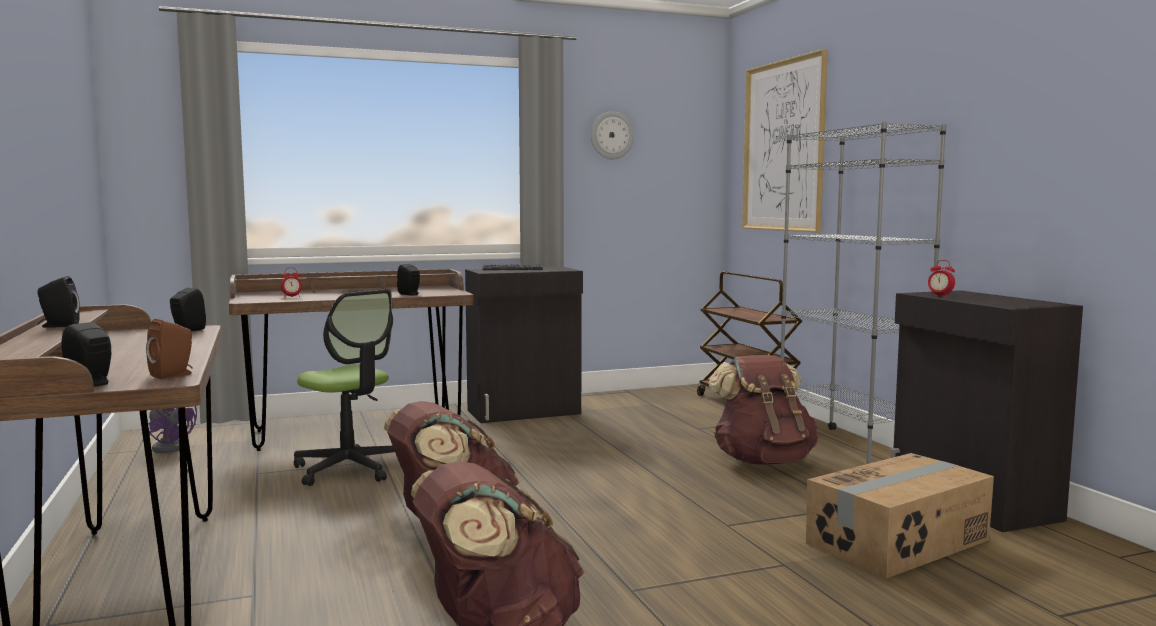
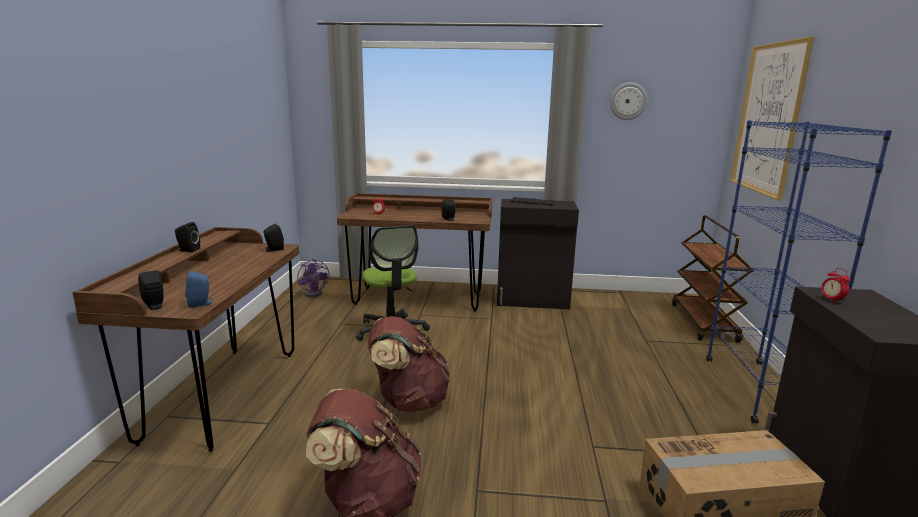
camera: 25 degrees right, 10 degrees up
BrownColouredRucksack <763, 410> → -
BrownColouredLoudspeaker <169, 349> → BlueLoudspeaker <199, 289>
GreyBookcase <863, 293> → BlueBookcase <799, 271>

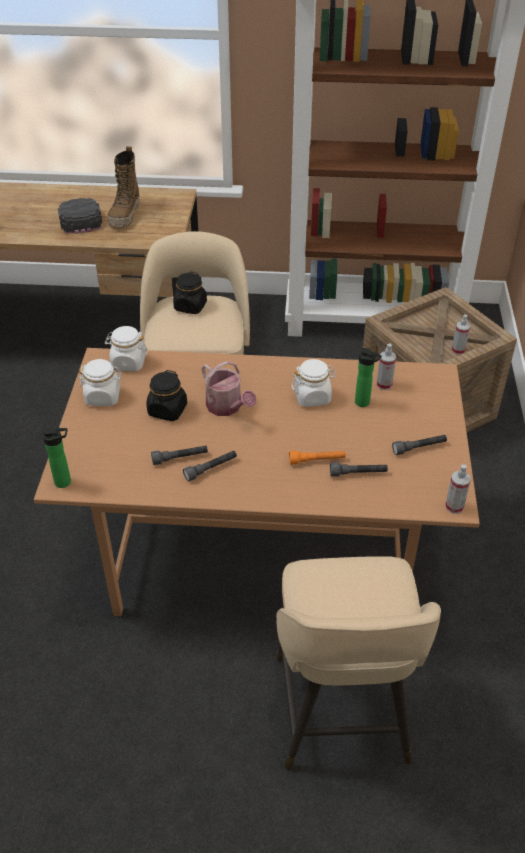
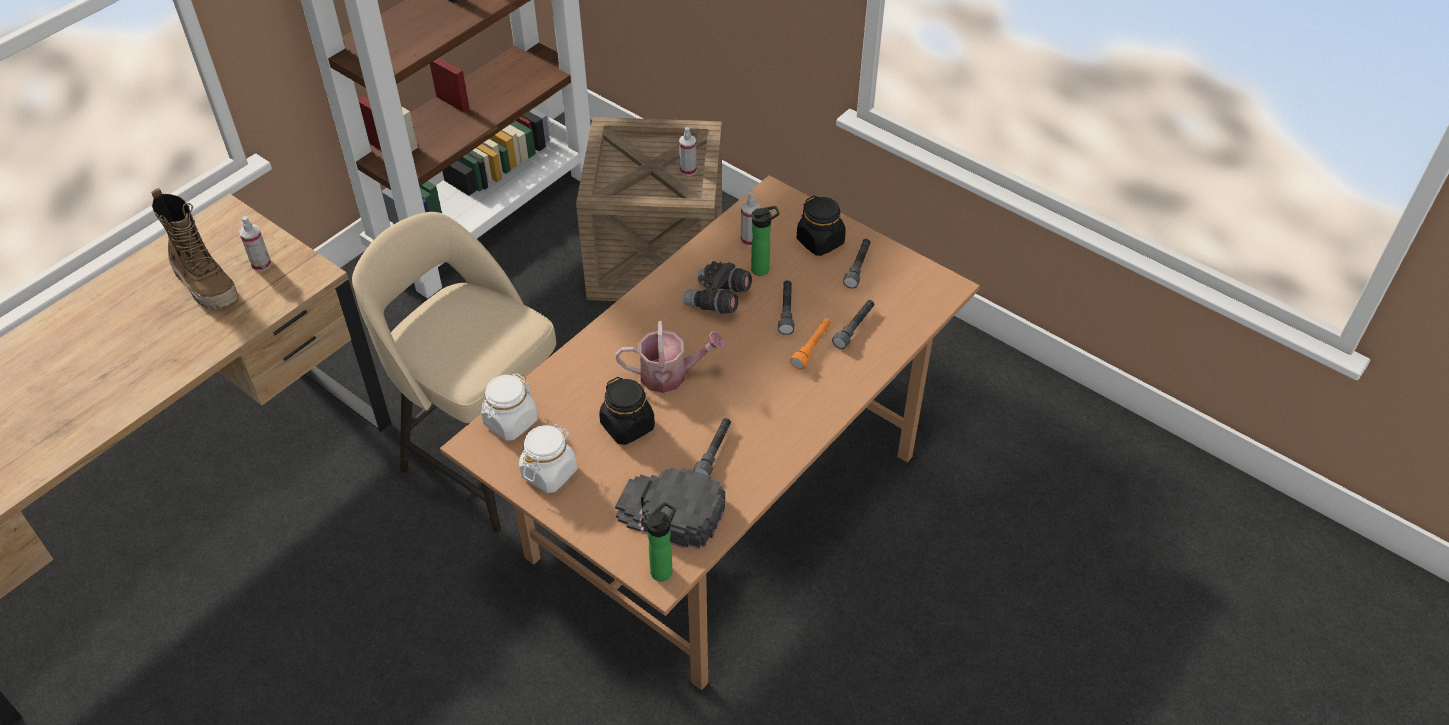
camera: 55 degrees left, 5 degrees up
SandColouredStool <358, 663> → -
BlackishPeakedCap <80, 216> → BlackishPeakedCap <670, 509>, moved
BlackishJar <190, 293> → BlackishJar <821, 225>, moved
GreyHandTorch <210, 466> → GreyHandTorch <786, 307>, moved
HandSprayer <458, 489> → HandSprayer <255, 243>, moved
WhitishJar <314, 383> → GreyPairOfBinoculars <717, 287>

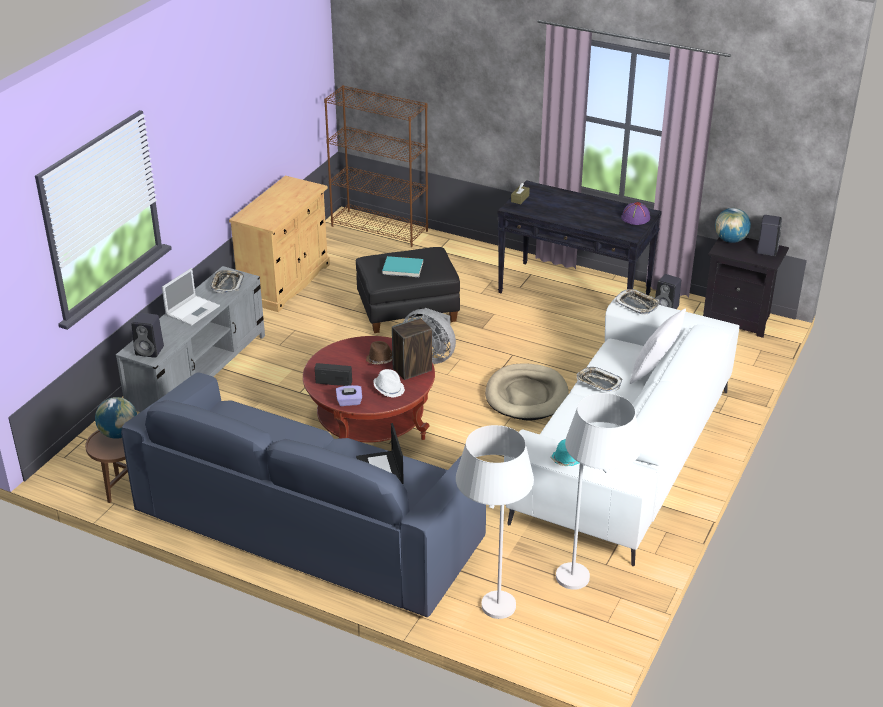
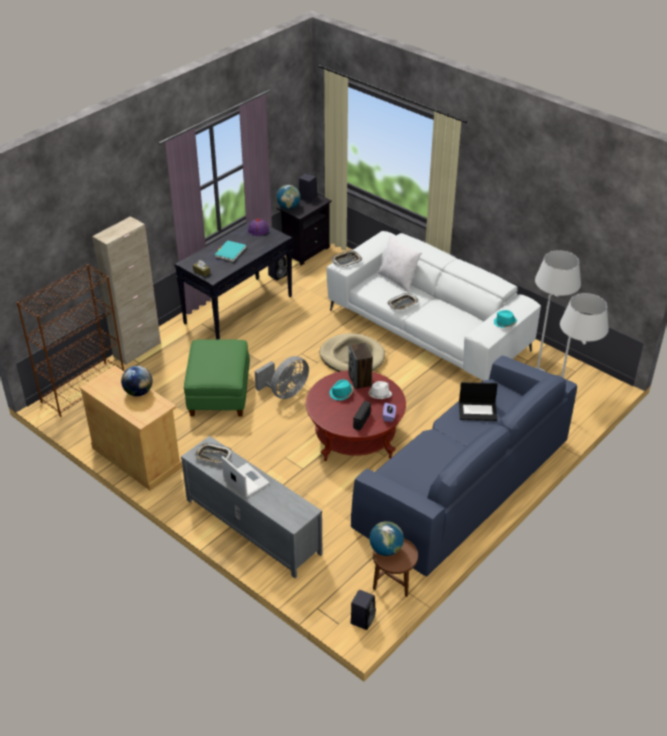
camera: 75 degrees left, 5 degrees up
- → SandColouredCabinet <126, 290>
- → DeskGlobe <136, 381>
BlackishLoudspeaker <148, 335> → BlackishLoudspeaker <363, 610>, moved
TurquoiseBoundBook <402, 266> → TurquoiseBoundBook <230, 251>, moved
BlackishOttoman <408, 290> → GreenishOttoman <217, 377>
BrownColouredClothingHat <379, 352> → TurquoiseClothingHat <341, 389>

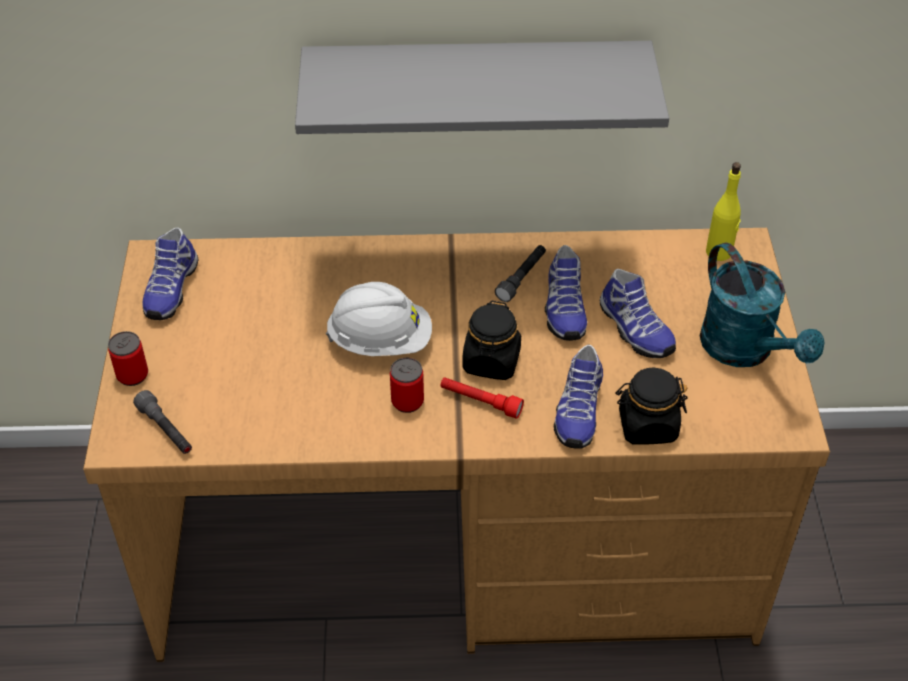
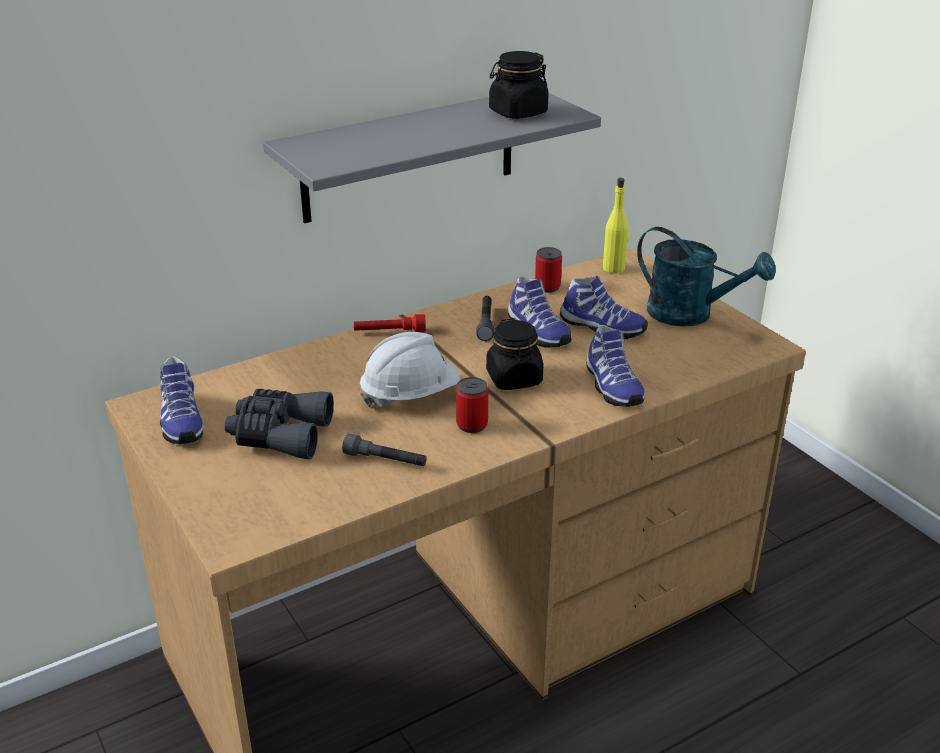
camera: 30 degrees left, 15 degrees down
- → GreyPairOfBinoculars <279, 424>
SealedCan <128, 358> → SealedCan <548, 270>, moved
GreyHandTorch <162, 422> → GreyHandTorch <384, 450>, moved
RedColouredHandTorch <482, 398> → RedColouredHandTorch <390, 323>, moved
BlackishJar <651, 406> → BlackishJar <519, 85>, moved

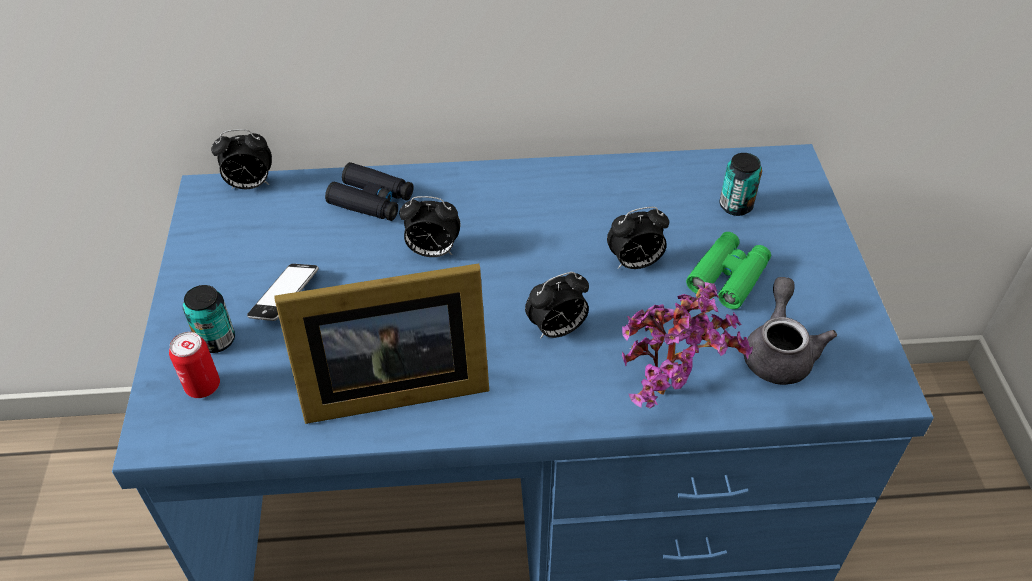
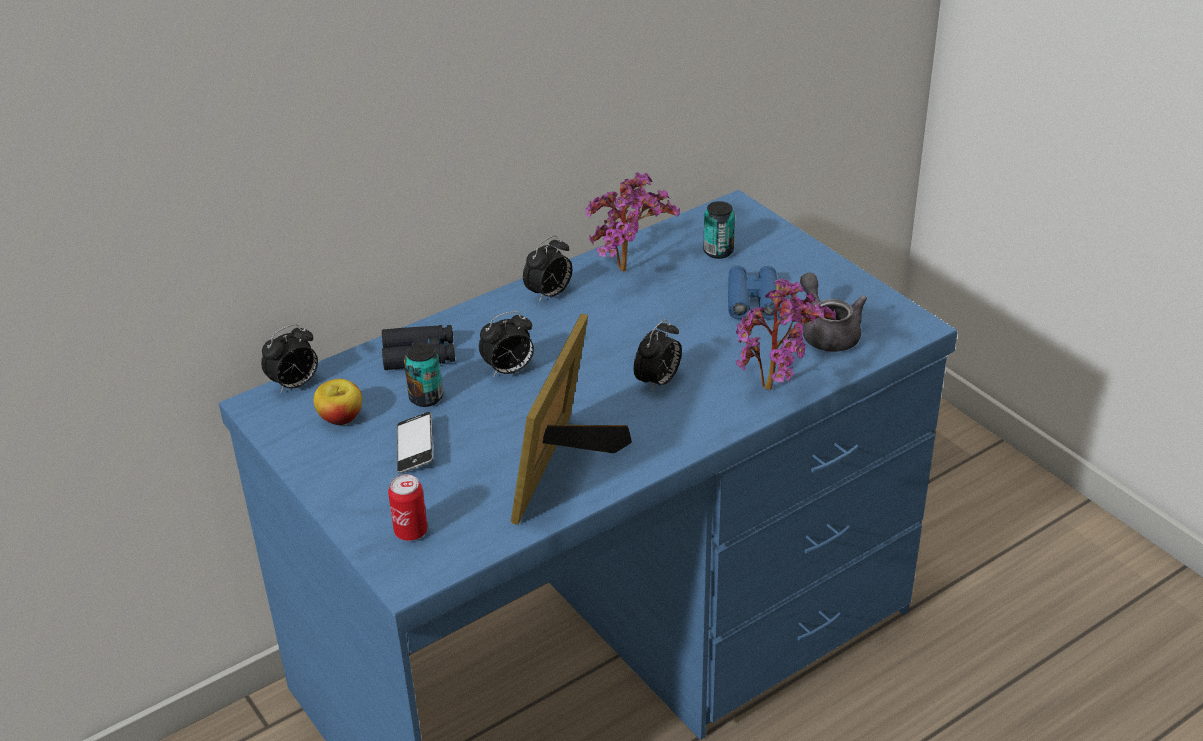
camera: 30 degrees left, 10 degrees down
- → WholeApple <337, 402>
- → PottedPlant <633, 222>
SealedCan <209, 319> → SealedCan <423, 375>, moved
TableClock <638, 238> → TableClock <547, 269>, moved
GreenishPairOfBinoculars <728, 270> → BluePairOfBinoculars <754, 293>
PictureFrame <381, 343> → PictureFrame <571, 419>, 150 degrees clockwise

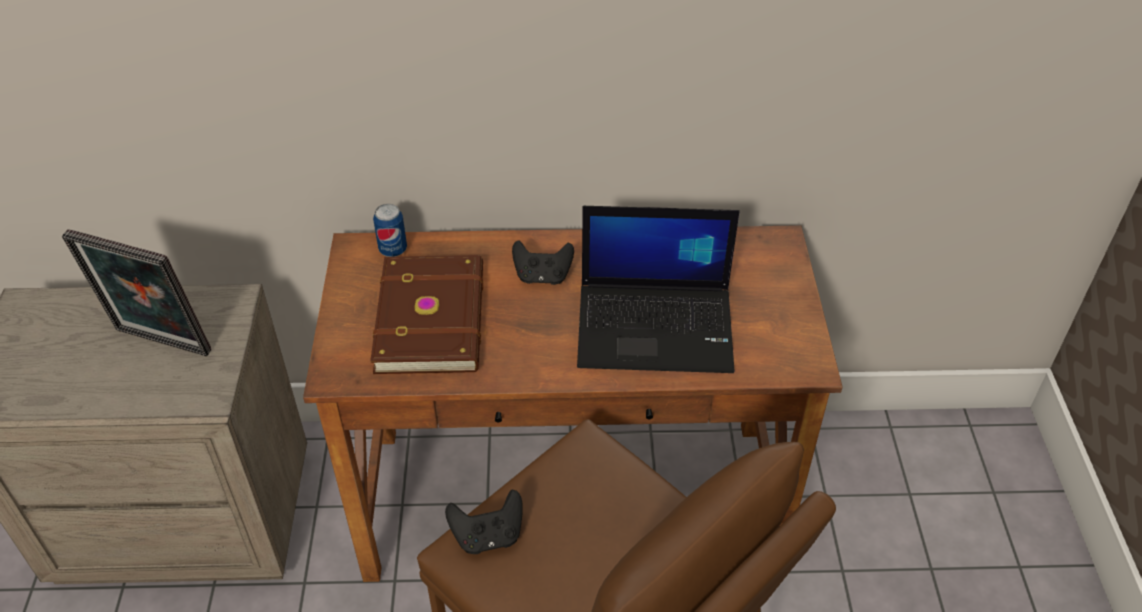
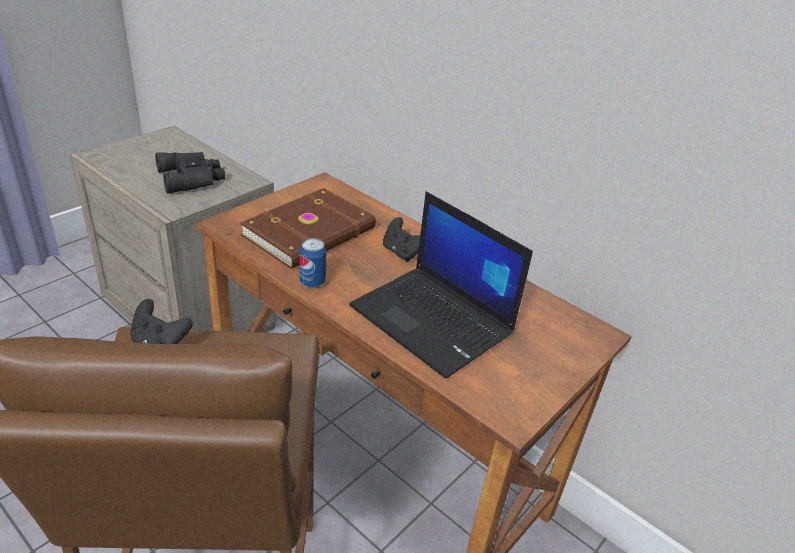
camera: 40 degrees right, 10 degrees down
SealedCan <390, 230> → SealedCan <313, 263>, moved
PictureFrame <137, 292> → BlackishPairOfBinoculars <190, 173>

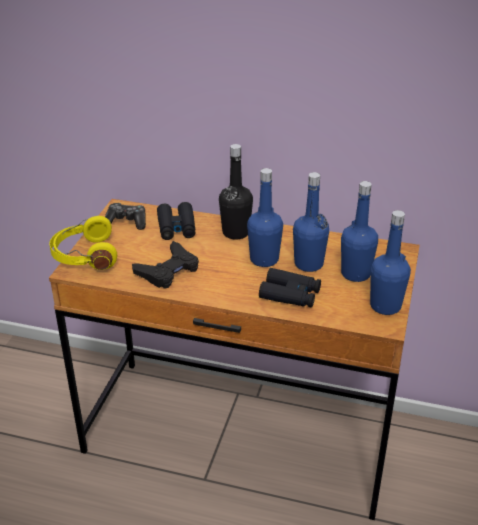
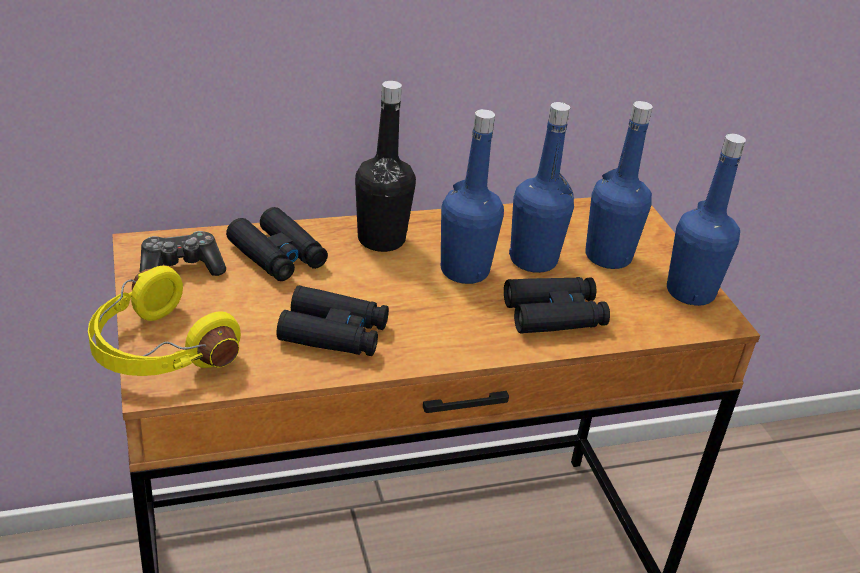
camera: 35 degrees left, 0 degrees up
BlackishJoypad <165, 265> → BlackishPairOfBinoculars <332, 320>

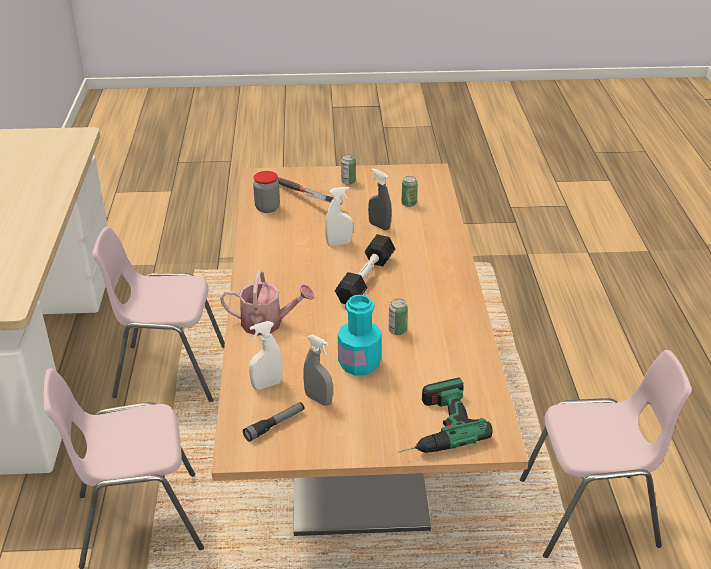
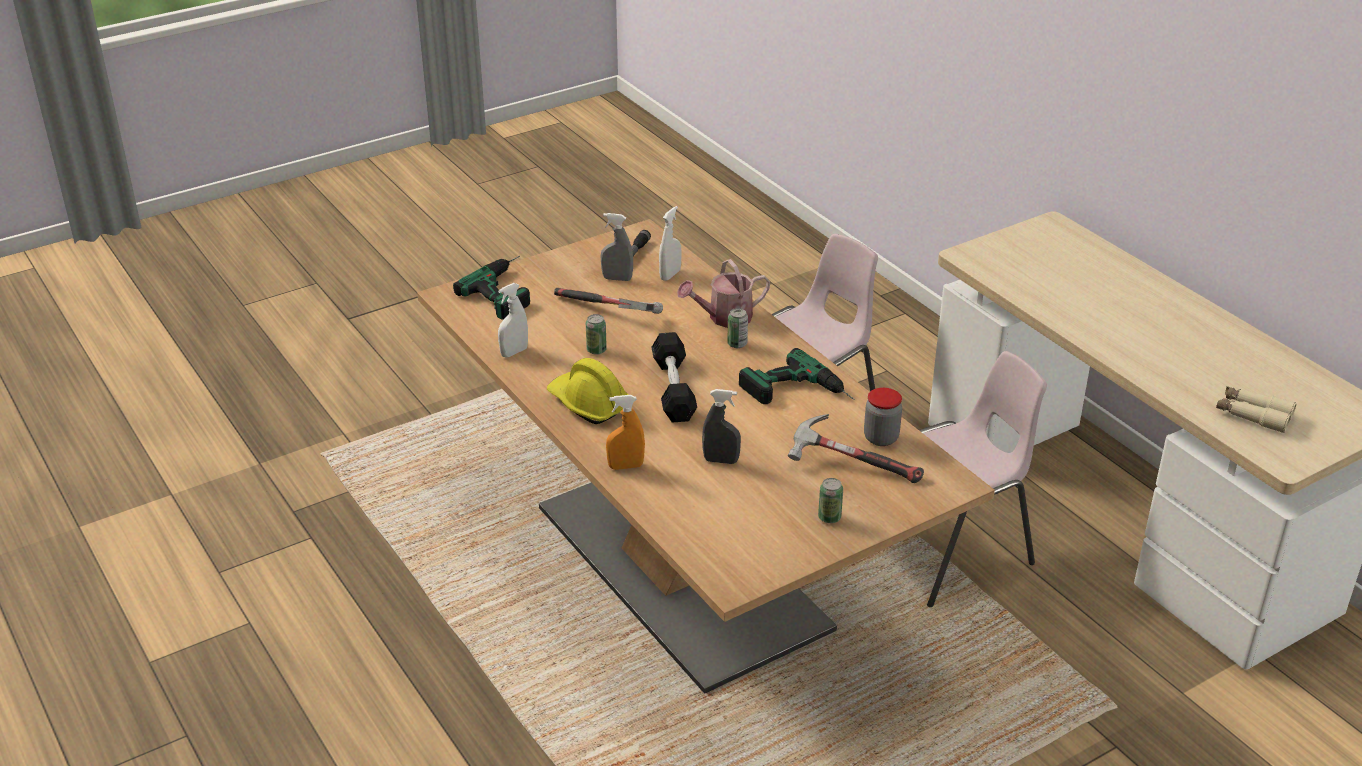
camera: 150 degrees right, 0 degrees up
PinkColouredUprightChair <606, 454> → -
- → YellowColouredSafetyHelmet <587, 391>
- → OrangeyHandSprayer <625, 432>
- → ElectricDrill <796, 376>
- → SandColouredPairOfBinoculars <1256, 409>
WhitishHandSprayer <339, 216> → WhitishHandSprayer <513, 320>, moved
SealedCan <410, 191> → SealedCan <737, 328>, moved
TurquoiseDrinkBottle <360, 335> → ToolHammer <608, 301>

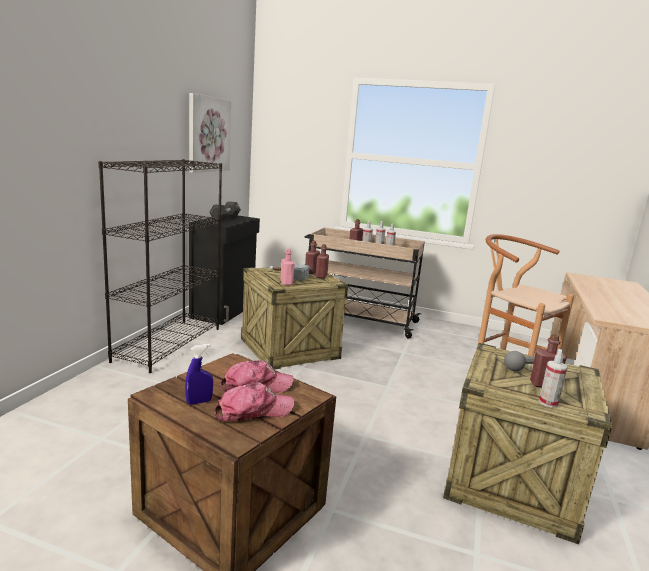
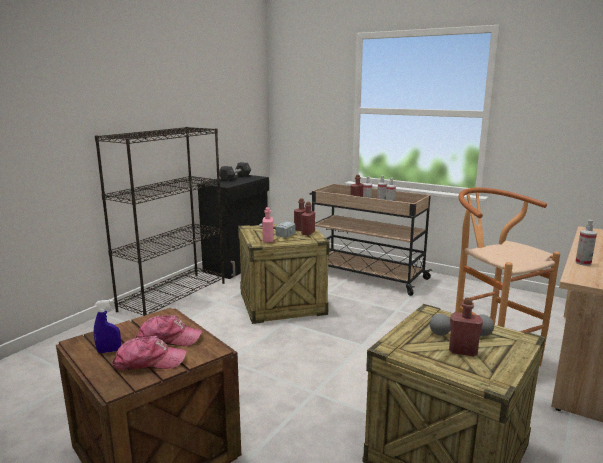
camera: 15 degrees right, 0 degrees up
WallArt <210, 133> → -
HandSprayer <553, 378> → HandSprayer <586, 243>, moved

